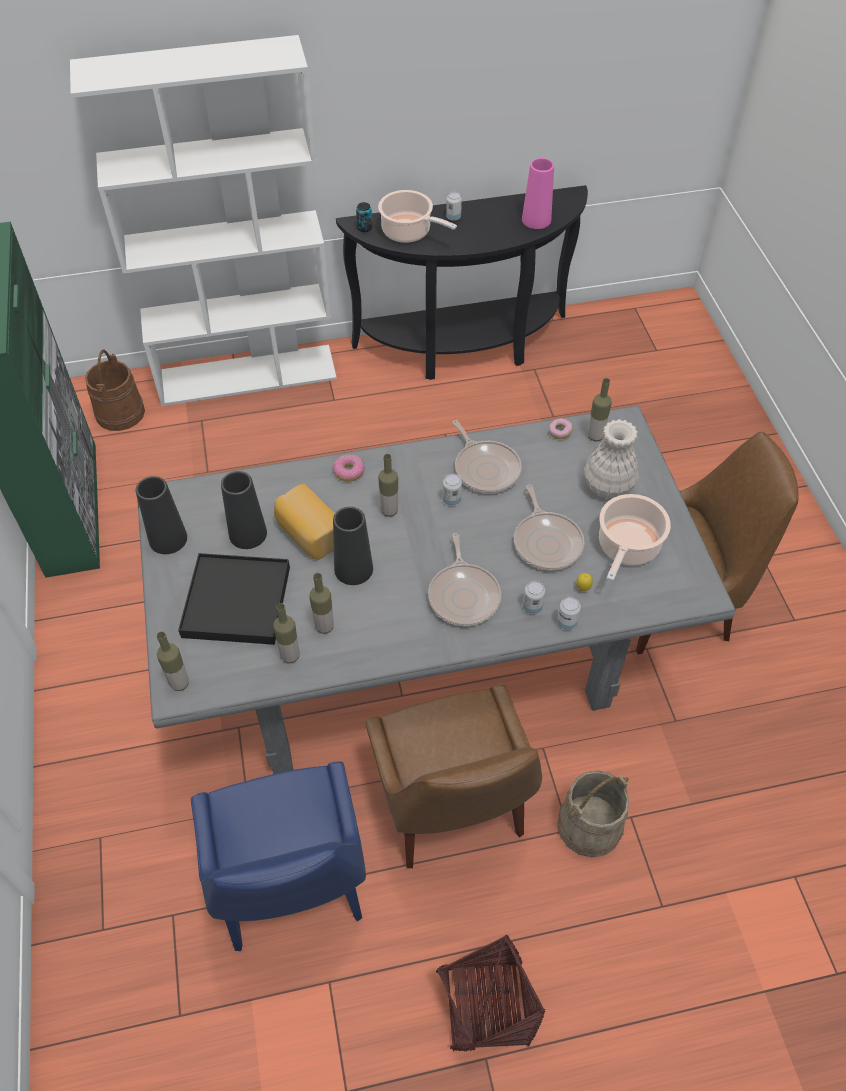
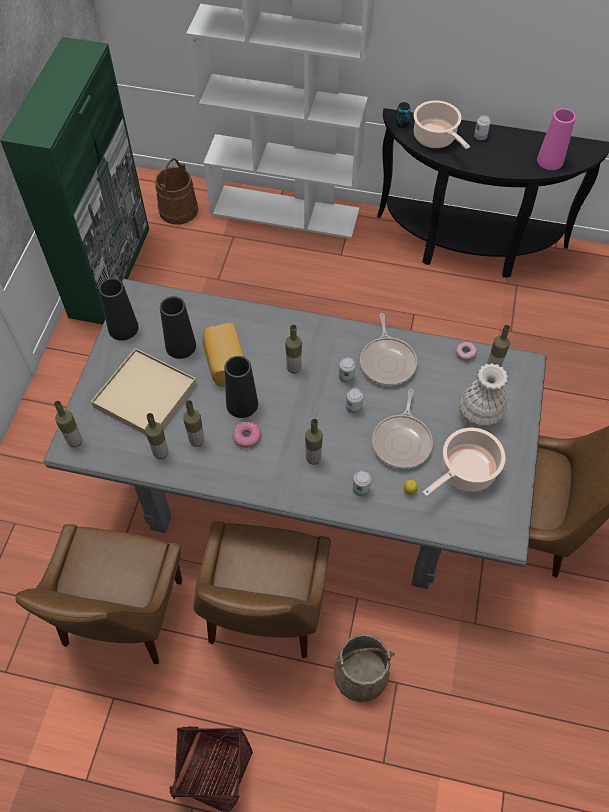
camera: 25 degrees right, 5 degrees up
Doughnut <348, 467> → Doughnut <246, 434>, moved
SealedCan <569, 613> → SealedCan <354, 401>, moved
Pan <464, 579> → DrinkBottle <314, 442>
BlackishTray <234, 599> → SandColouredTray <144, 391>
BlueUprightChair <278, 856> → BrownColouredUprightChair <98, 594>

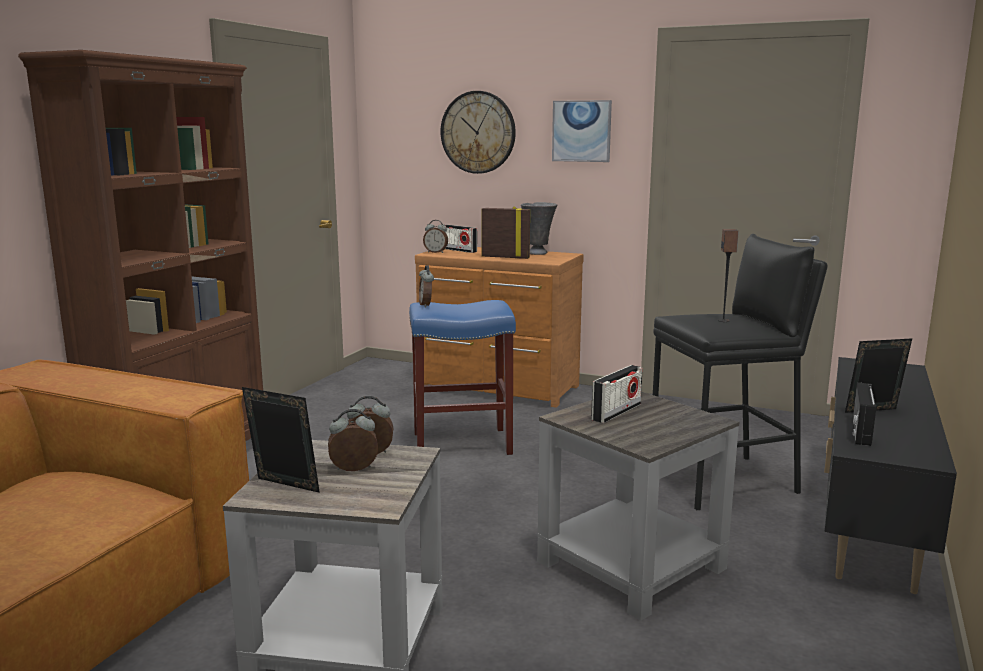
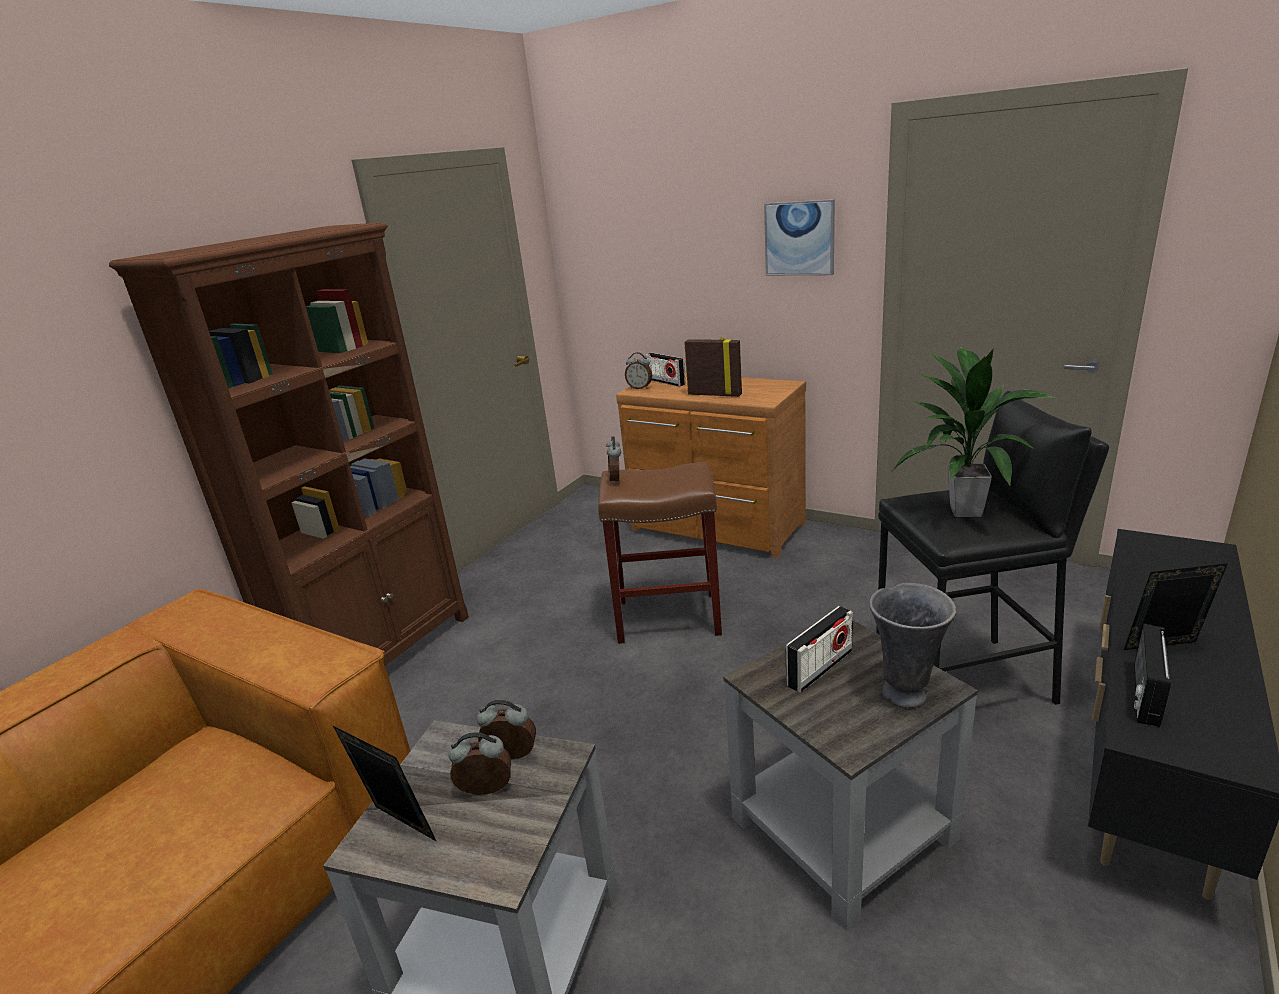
camera: 10 degrees right, 10 degrees up
ClockOnTheWall <478, 132> → -
GreyVase <539, 228> → GreyVase <913, 645>, moved
Loudspeaker <728, 275> → PottedPlant <972, 432>
BlueStool <462, 377> → BrownColouredStool <660, 553>

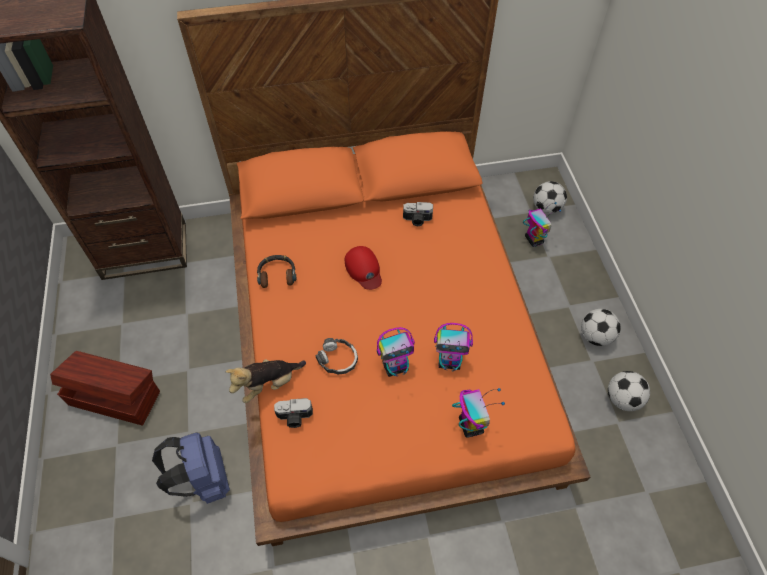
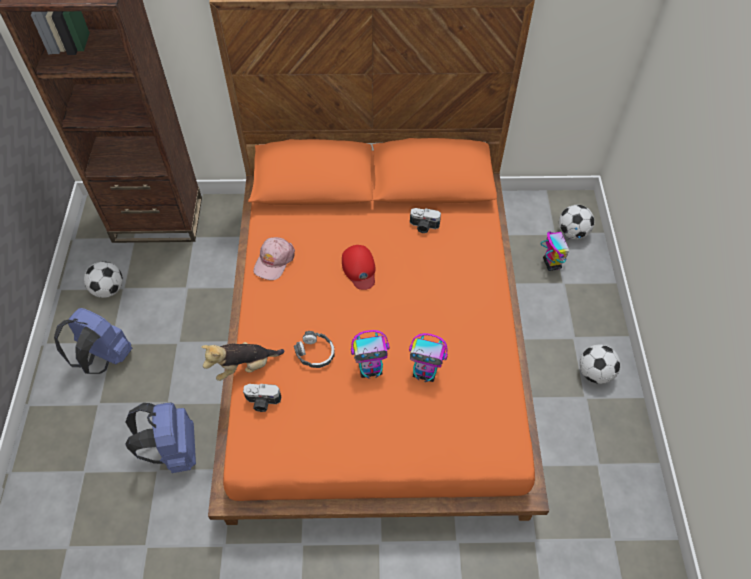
camera: 10 degrees right, 0 degrees up
ModelRobot <478, 413> → -
Football <629, 391> → Football <103, 279>, moved
BrownColouredStorageContainer <105, 388> → BlueRucksack <93, 341>
Headset <277, 271> → PinkColouredPeakedCap <274, 258>

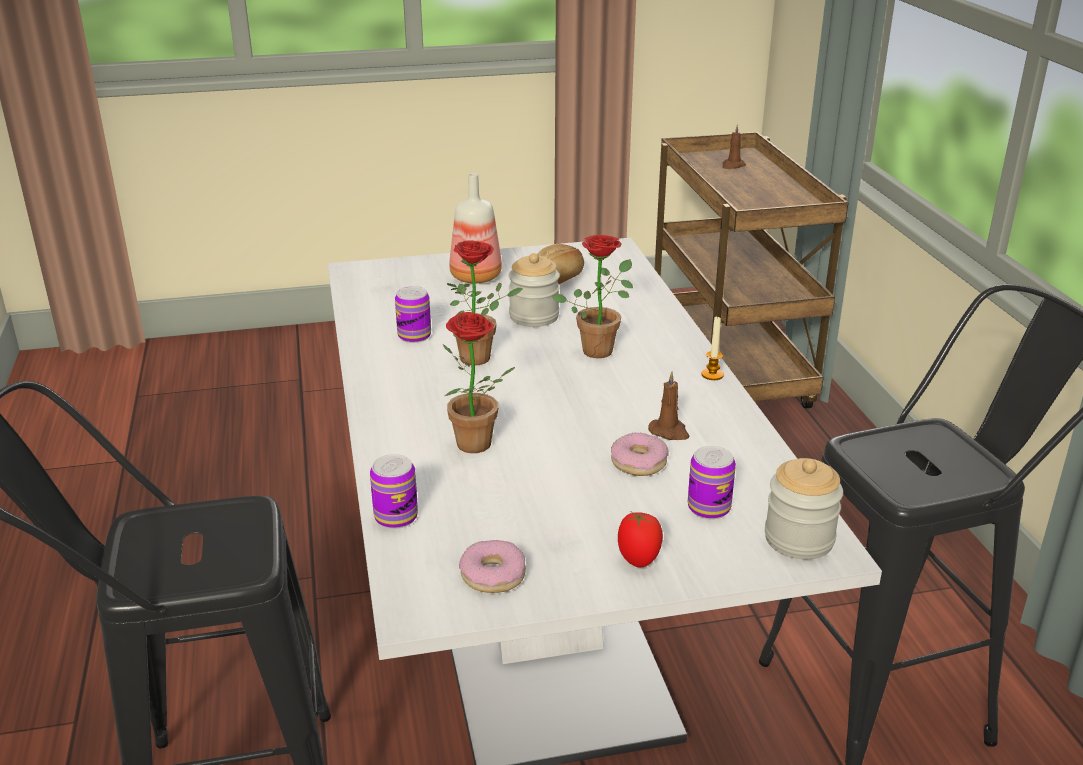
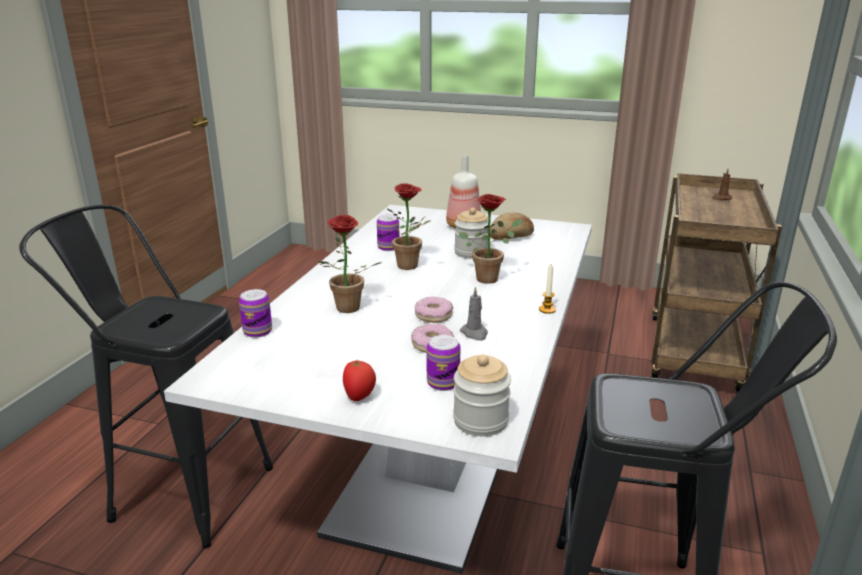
camera: 30 degrees right, 5 degrees down
Doughnut <492, 566> → Doughnut <434, 310>, moved
BrownColouredWaxLight <668, 405> → GreyWaxLight <474, 313>

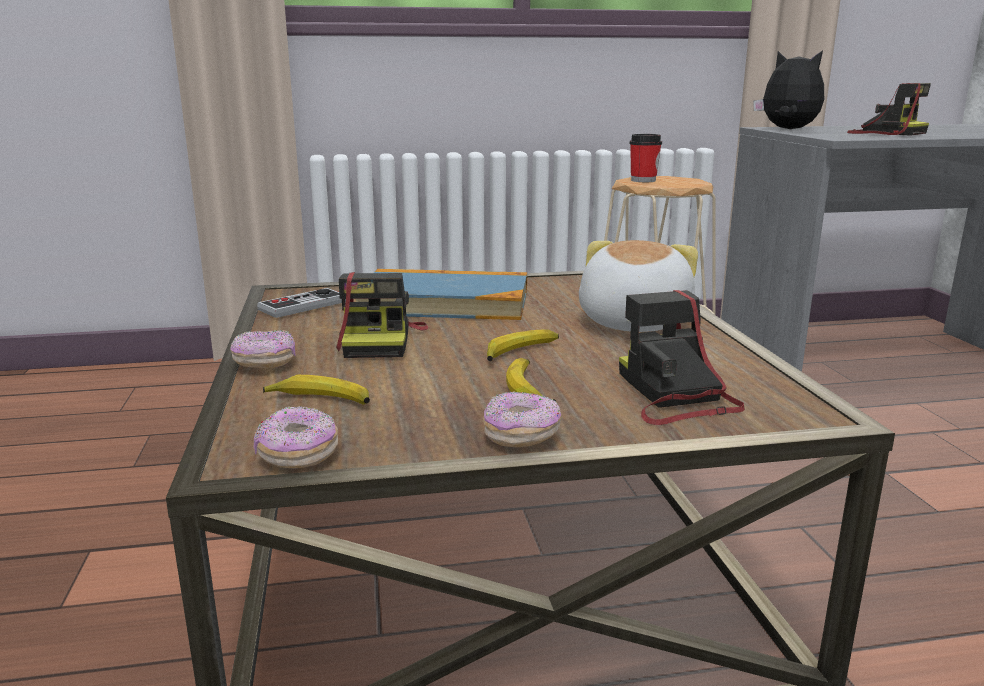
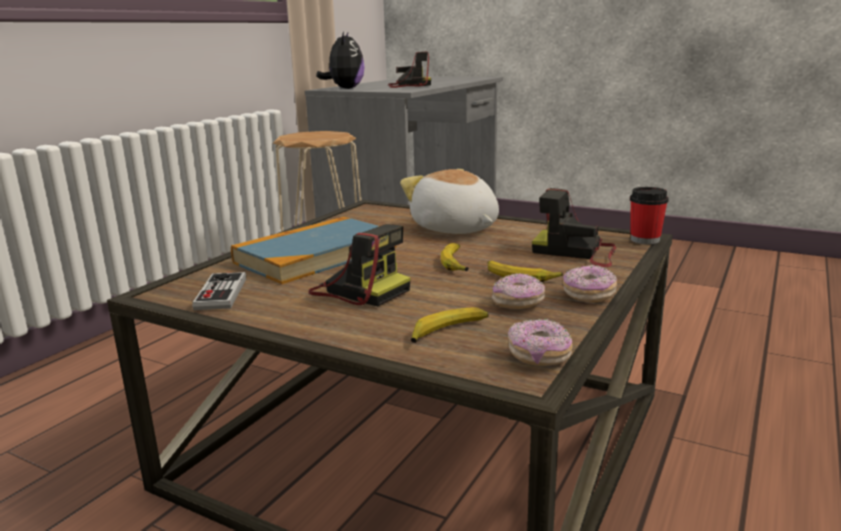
camera: 50 degrees left, 0 degrees up
Doughnut <263, 349> → Doughnut <518, 291>, moved
SmallCup <646, 158> → SmallCup <649, 215>, moved
SoftToy <788, 89> → SoftToy <340, 60>, 105 degrees clockwise

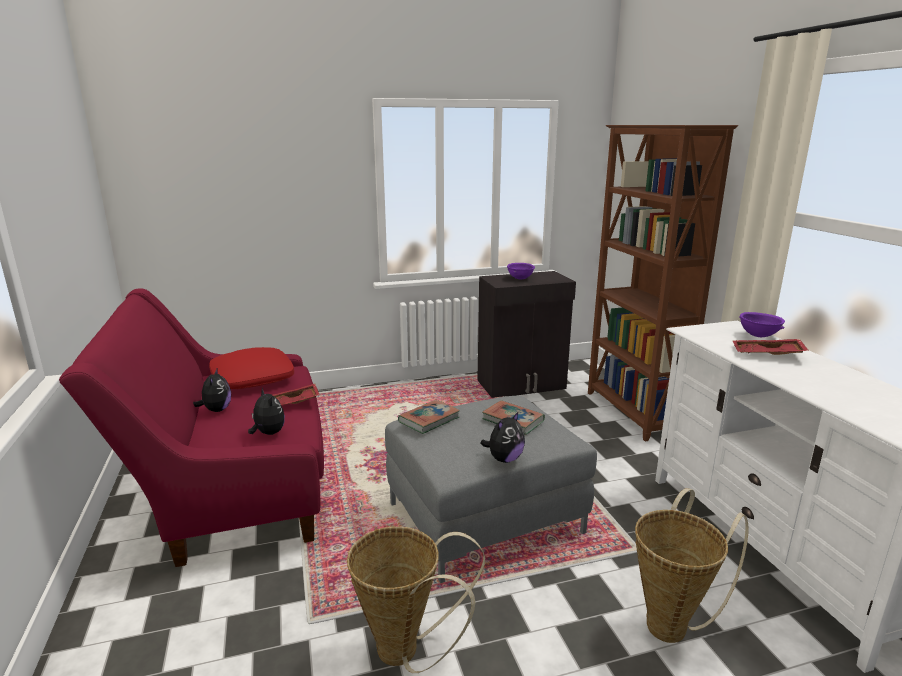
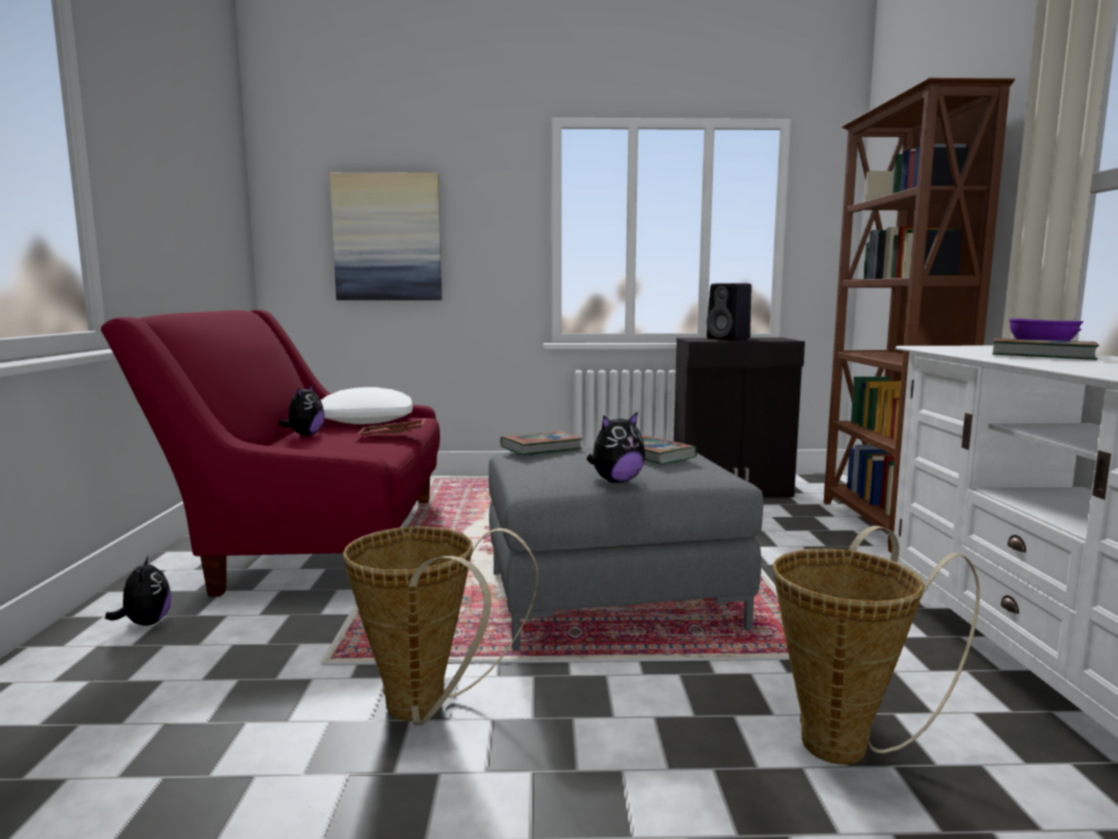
camera: 15 degrees right, 10 degrees down
- → WallArt <386, 236>
SoftToy <266, 411> → SoftToy <138, 591>, moved
PurpleColouredDeepDish <521, 271> → BlackishLoudspeaker <729, 311>
RedColouredTray <771, 347> → BoundBook <1045, 349>
RedColouredCushion <251, 368> → WhitishCushion <367, 405>

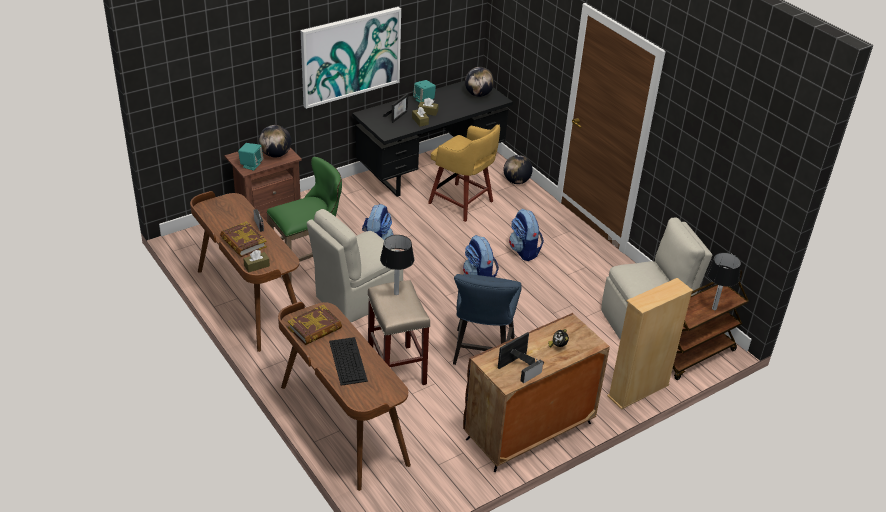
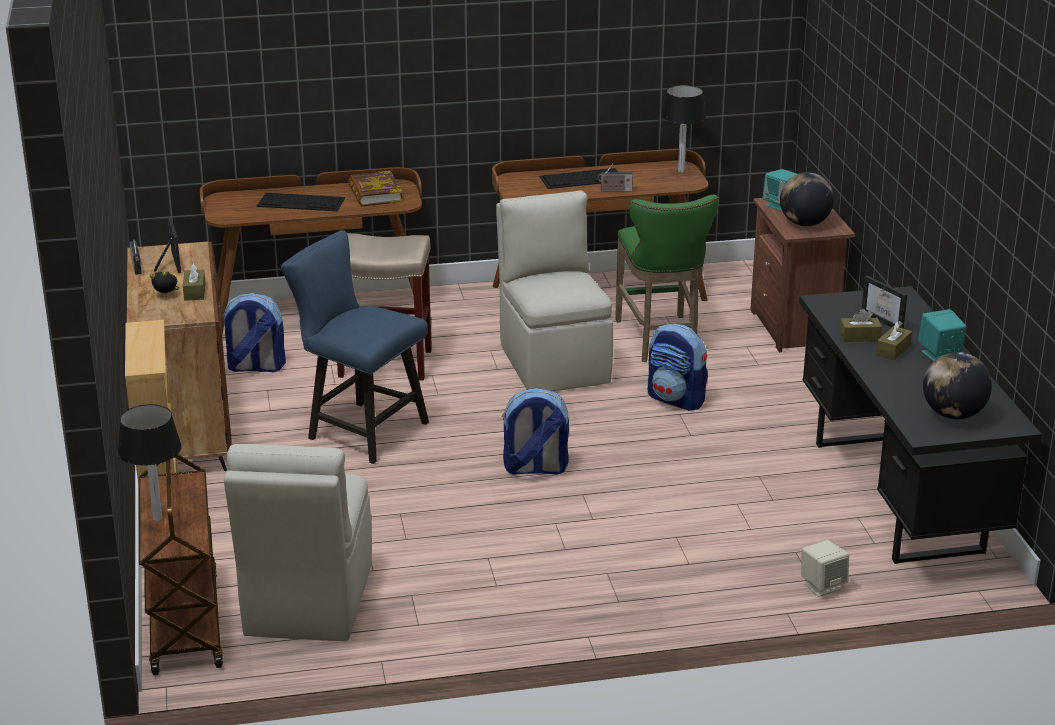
camera: 115 degrees right, 10 degrees down
WallArt <351, 58> → -
YellowColouredStool <464, 173> → -
BrownColouredBoxOfTissues <256, 261> → BrownColouredBoxOfTissues <194, 282>, moved
TabletopLamp <397, 265> → TabletopLamp <683, 129>, moved
Rucksack <526, 235> → Rucksack <253, 332>, moved
BoundBook <243, 239> → ComputerKeyboard <578, 178>
DeskGlobe <518, 169> → SandColouredLoudspeaker <825, 568>

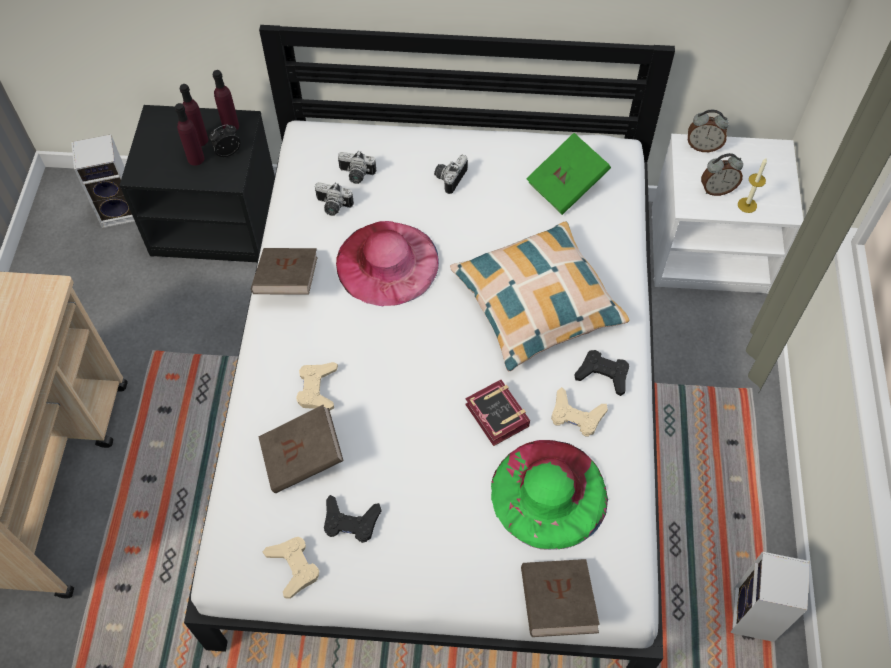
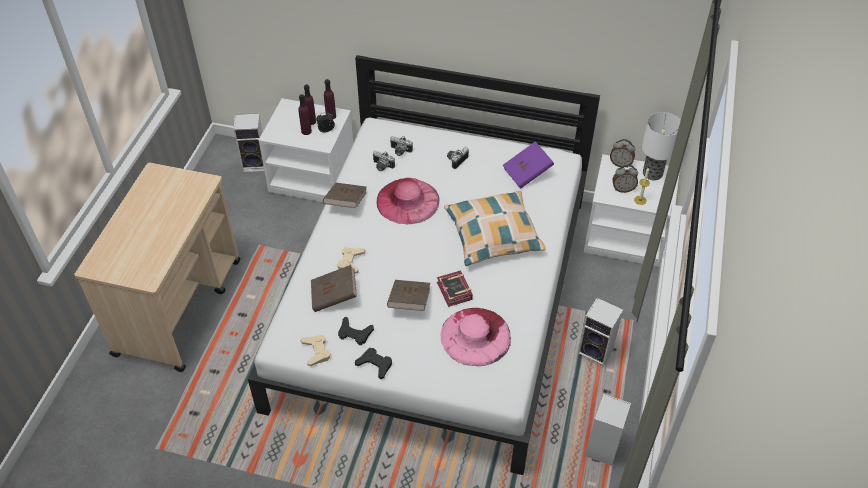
camera: 10 degrees right, 10 degrees down
SandColouredJoypad <579, 412> → -
- → Loudspeaker <600, 333>
- → TabletopLamp <661, 146>
BrownColouredBoundBook <560, 598> → BrownColouredBoundBook <408, 295>, moved
BlackishJoypad <601, 373> → BlackishJoypad <373, 363>, moved
BlackishBedsideTable <197, 183> → WhitishBedsideTable <305, 150>
GreenishClothingHat <549, 495> → PinkColouredClothingHat <475, 337>
GreenishBoundBook <568, 174> → PurpleColouredBoundBook <528, 165>

